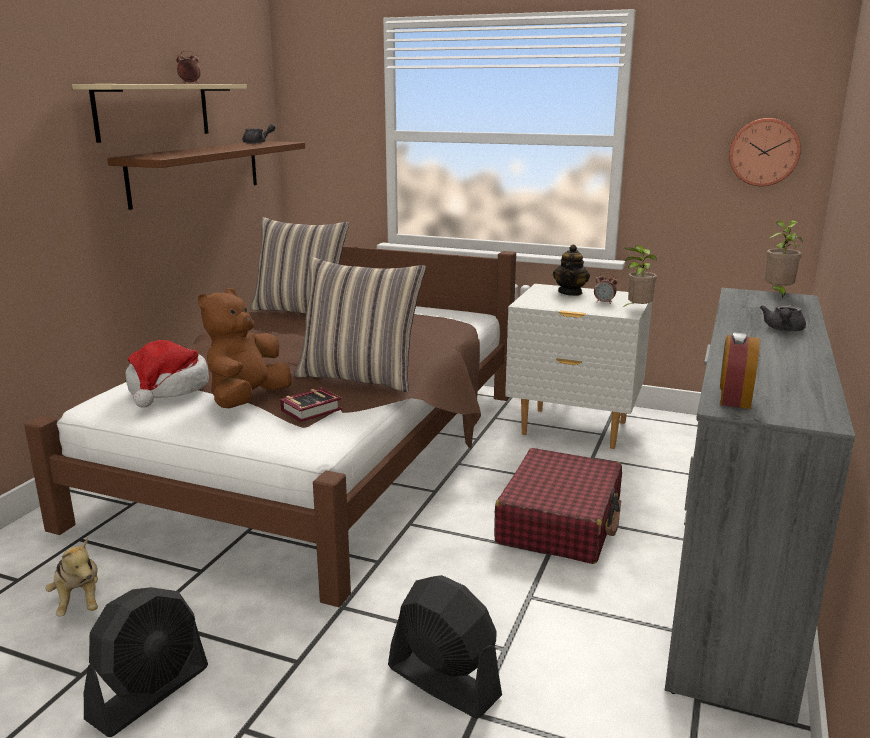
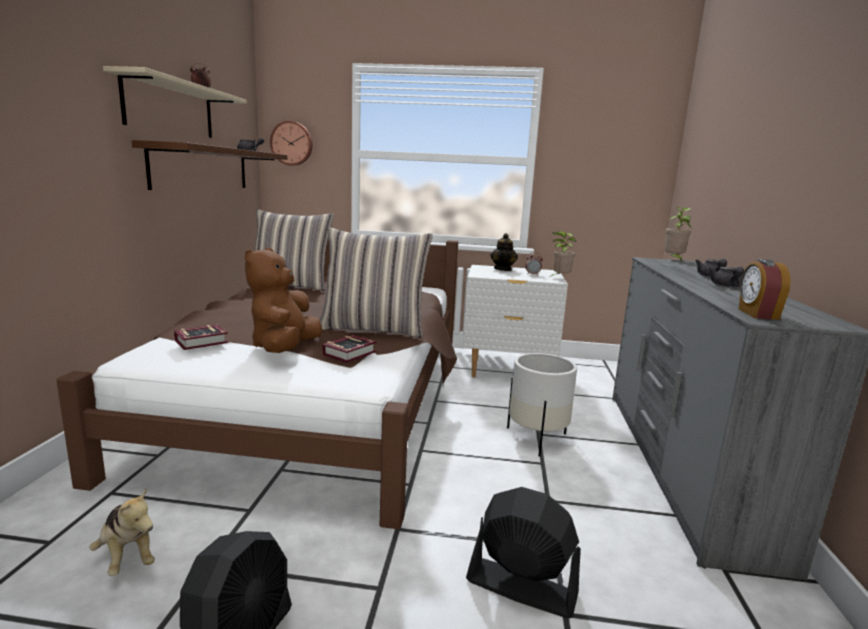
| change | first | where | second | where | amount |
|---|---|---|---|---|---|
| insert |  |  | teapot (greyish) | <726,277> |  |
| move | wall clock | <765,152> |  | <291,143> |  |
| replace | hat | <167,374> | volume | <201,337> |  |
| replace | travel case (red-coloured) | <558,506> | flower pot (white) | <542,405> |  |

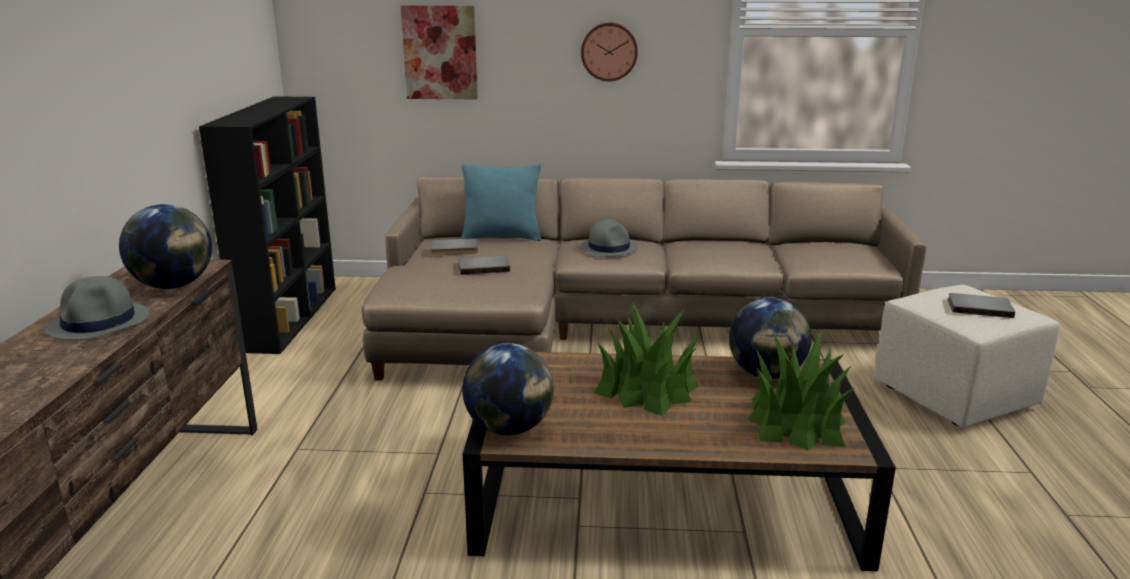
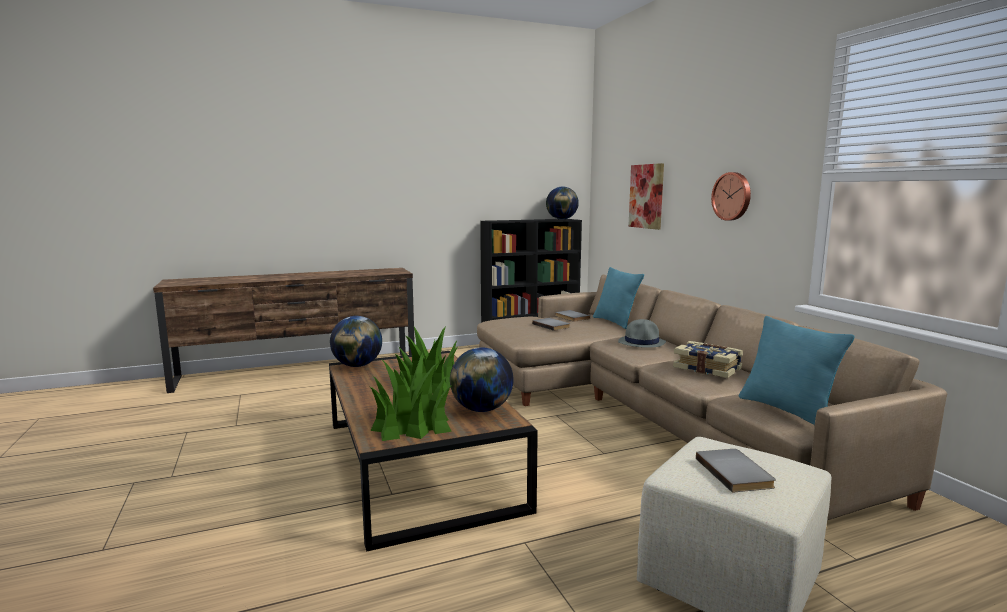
| change | first | where | second | where | amount |
|---|---|---|---|---|---|
| delete | hat (greyish) | <96,308> |  |  |  |
| insert |  |  | volume | <708,359> |  |
| insert |  |  | throw pillow (turquoise) | <796,370> |  |
| move | globe | <165,246> |  | <562,203> |  |

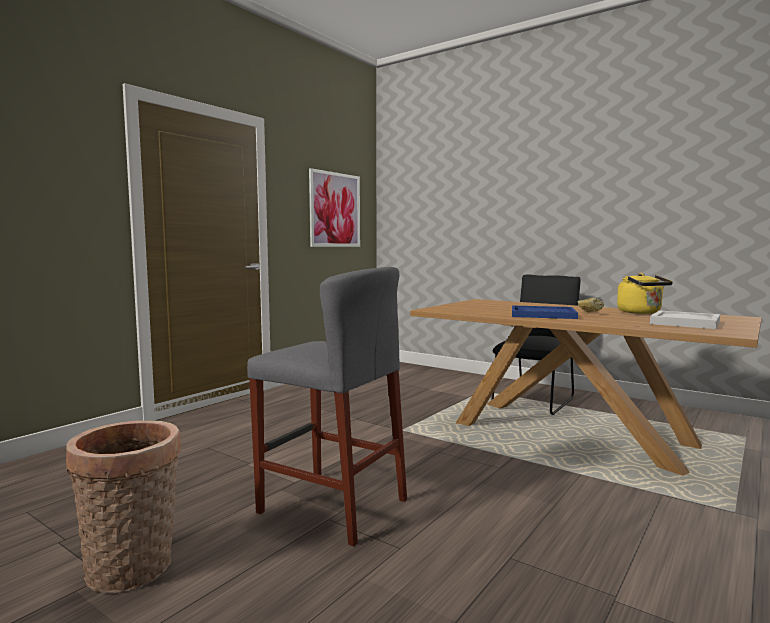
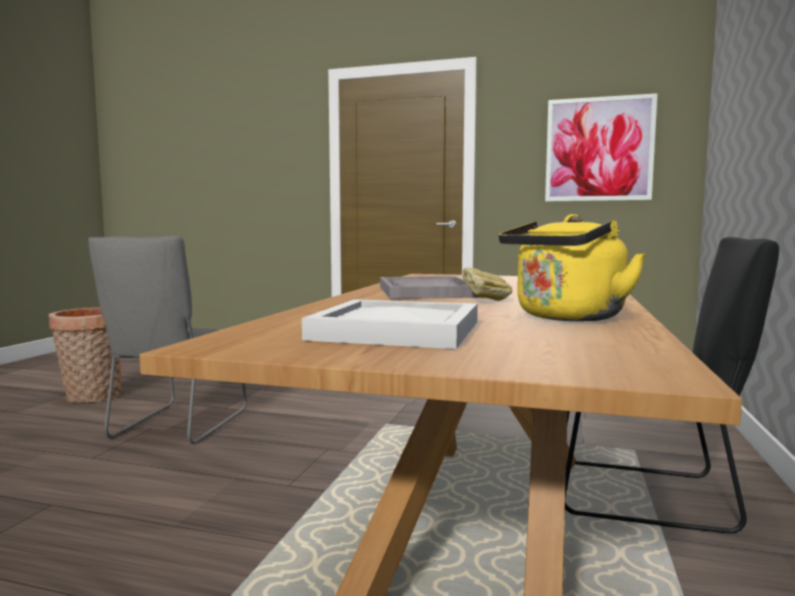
| change | first | where | second | where | amount |
|---|---|---|---|---|---|
| replace | stool (greyish) | <327,406> | upright chair (greyish) | <167,340> |  |
| recolor | tray (bluish) | <545,312> | tray (greyish) | <430,287> |  |

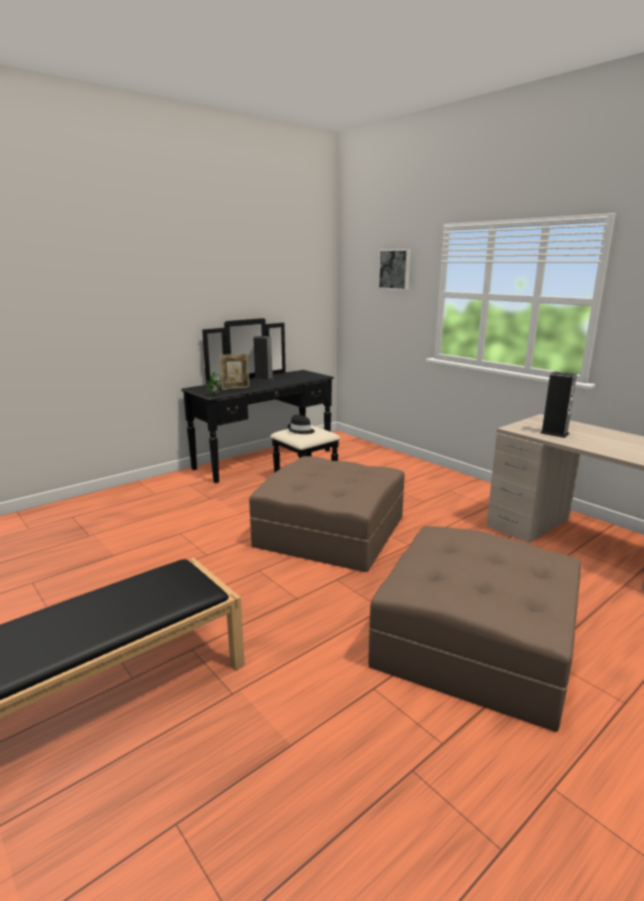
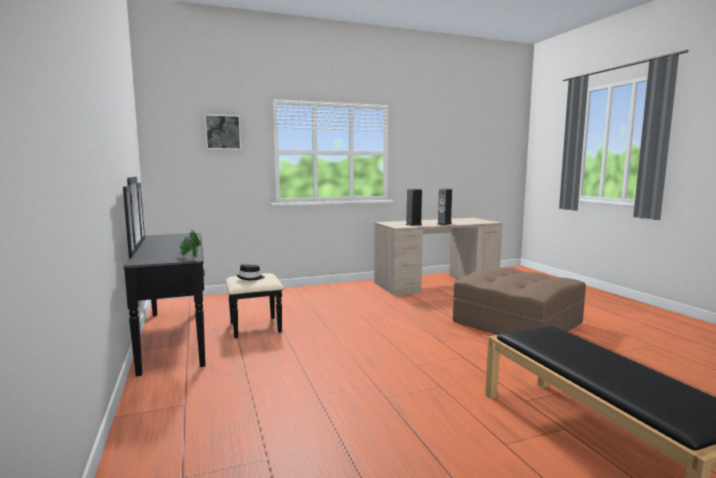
| change | first | where | second | where | amount |
|---|---|---|---|---|---|
| delete | standing frame | <234,372> |  |  |  |
| delete | ottoman (brown-coloured) | <327,514> |  |  |  |
| move | audio speaker | <263,358> |  | <444,207> |  |

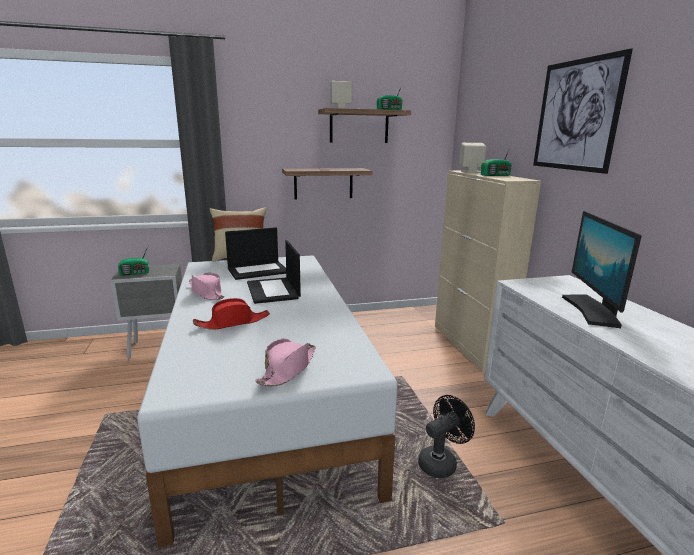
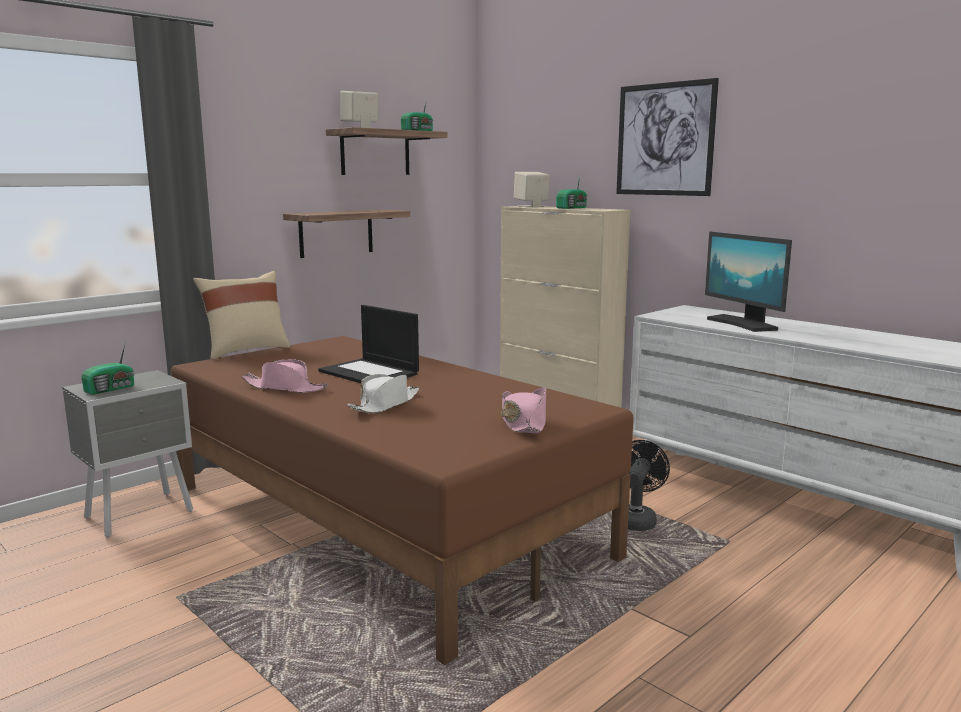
| change | first | where | second | where | amount |
|---|---|---|---|---|---|
| delete | notebook computer | <255,254> |  |  |  |
| recolor | sleeping bed (white) | <268,401> | sleeping bed (brown-coloured) | <402,500> |  |
| recolor | hat (red-coloured) | <231,314> | hat (white) | <383,393> |  |

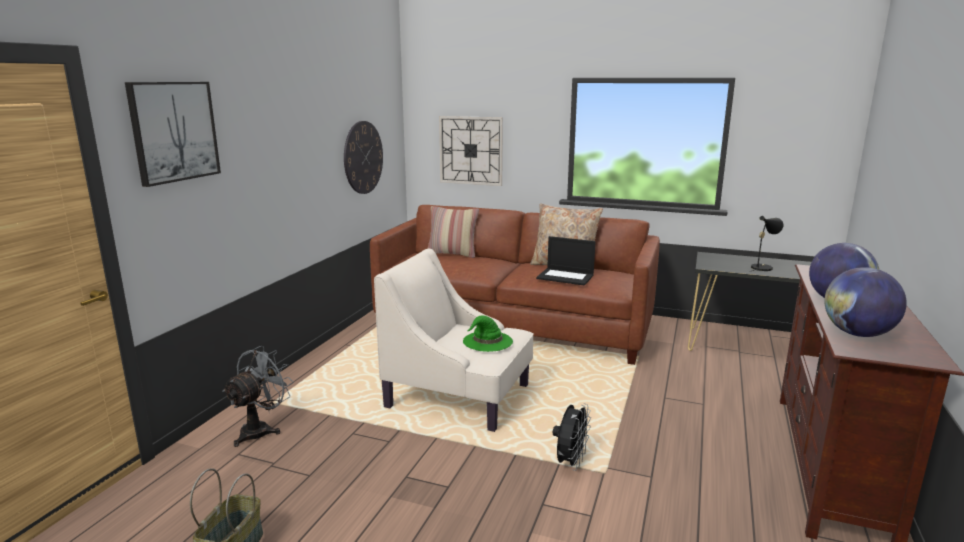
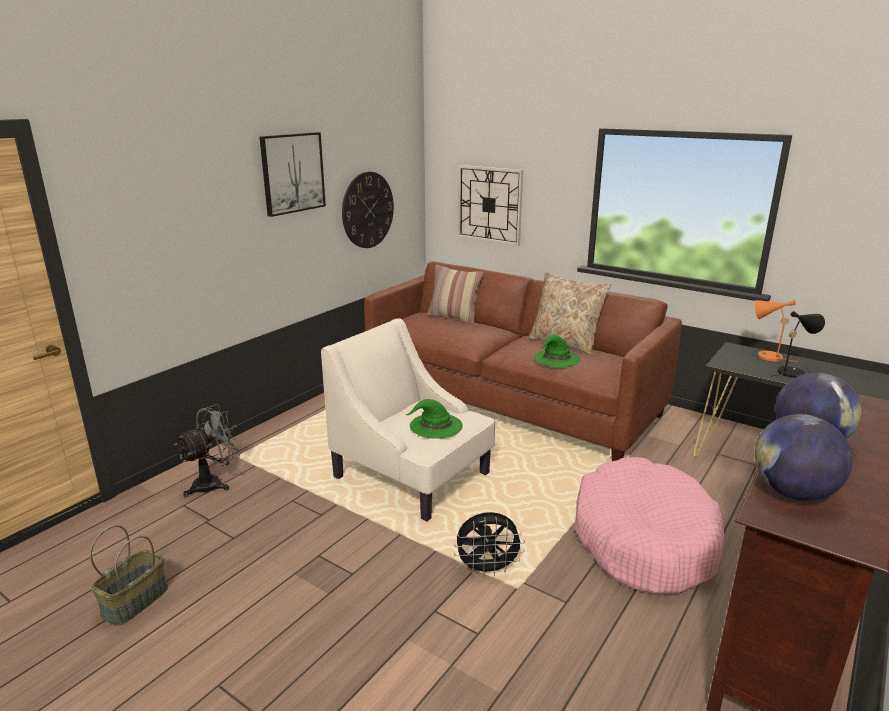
| change | first | where | second | where | amount |
|---|---|---|---|---|---|
| insert |  |  | pet bed (pink-coloured) | <649,526> |  |
| insert |  |  | lamp for a table (orange-coloured) | <775,331> |  |
| move | picture | <173,134> |  | <292,174> |  |
| replace | notebook computer | <565,261> | hat (green-coloured) | <557,351> |  |
| rotate | cooling fan (blackish) | <572,437> |  | <489,544> | 45 degrees clockwise |

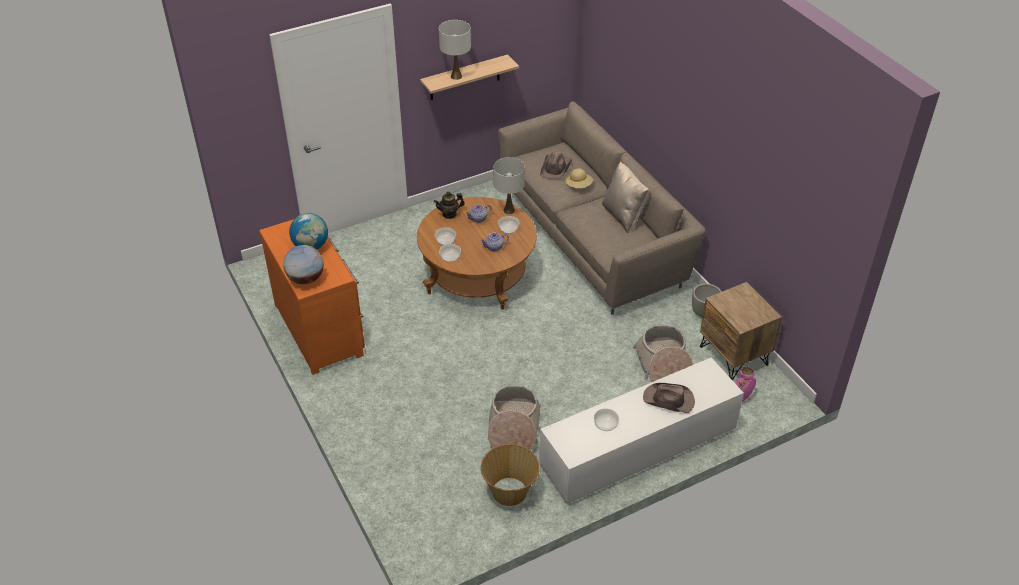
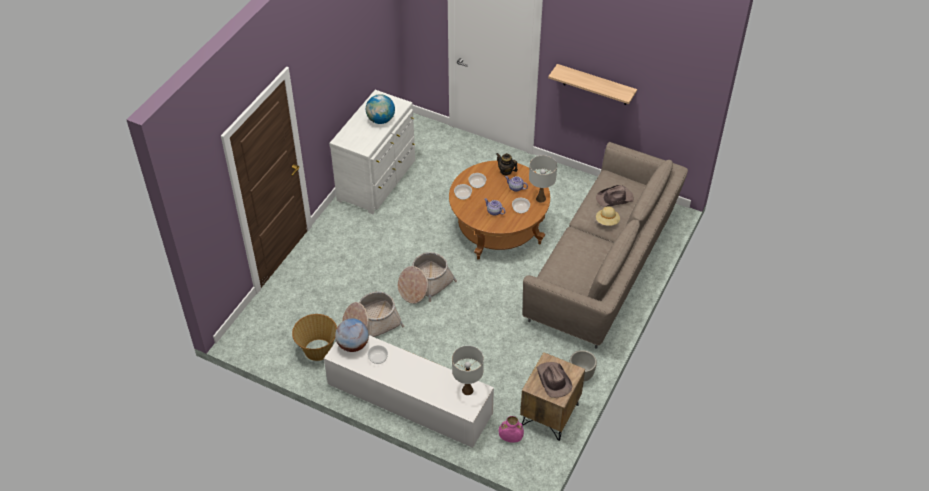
| change | first | where | second | where | amount |
|---|---|---|---|---|---|
| delete | throw pillow (beige) | <625,197> |  |  |  |
| move | globe | <303,264> |  | <352,335> |  |
| move | lamp for a table (white) | <455,50> |  | <468,370> |  |
| move | basket | <663,353> |  | <427,278> |  |
| move | hat (brown-coloured) | <669,398> |  | <554,380> |  |
| recolor | drawer chest (orange-coloured) | <312,297> | drawer chest (white) | <372,152> |  |

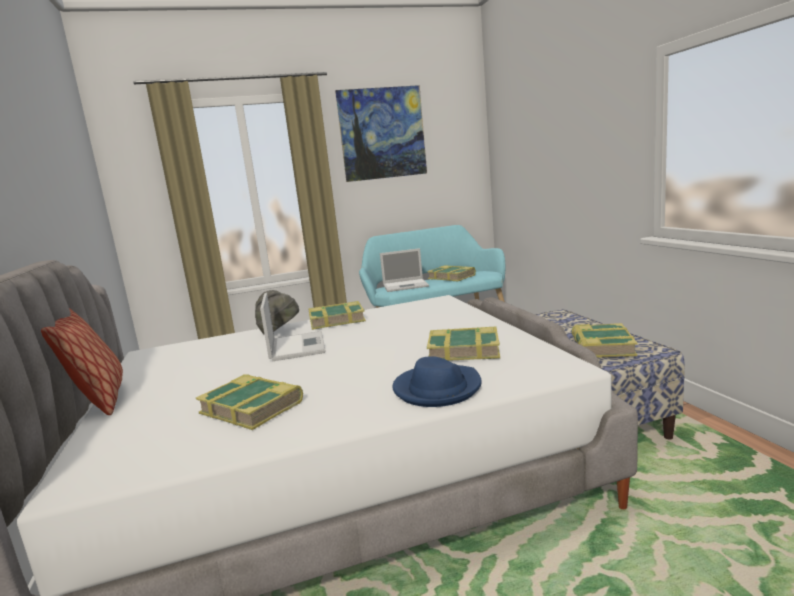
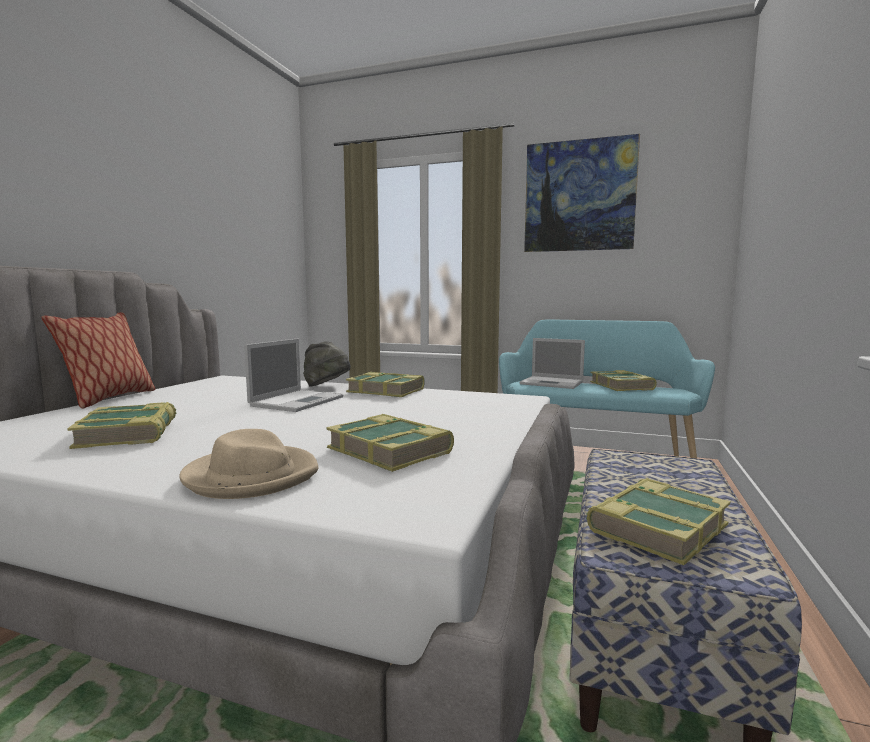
| change | first | where | second | where | amount |
|---|---|---|---|---|---|
| recolor | hat (bluish) | <437,381> | hat (beige) | <248,464> |  |

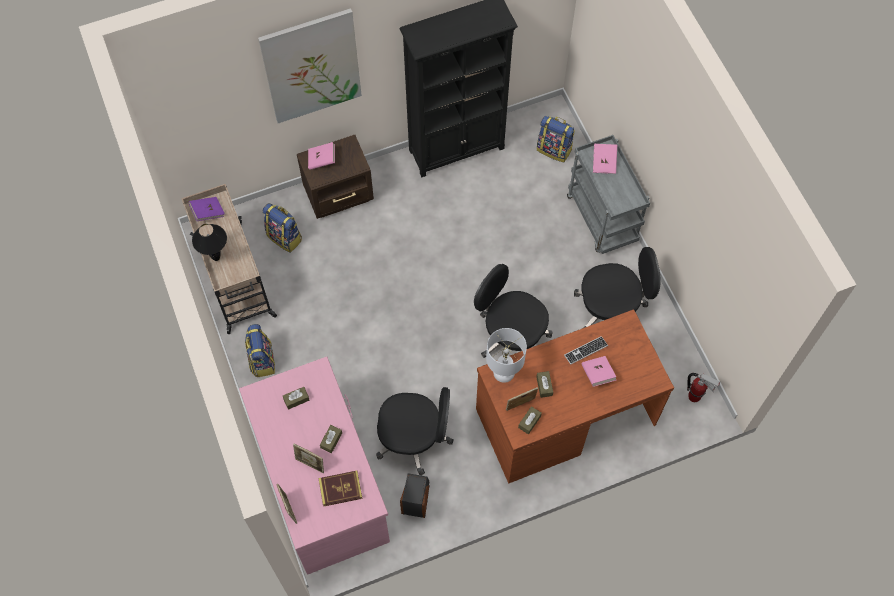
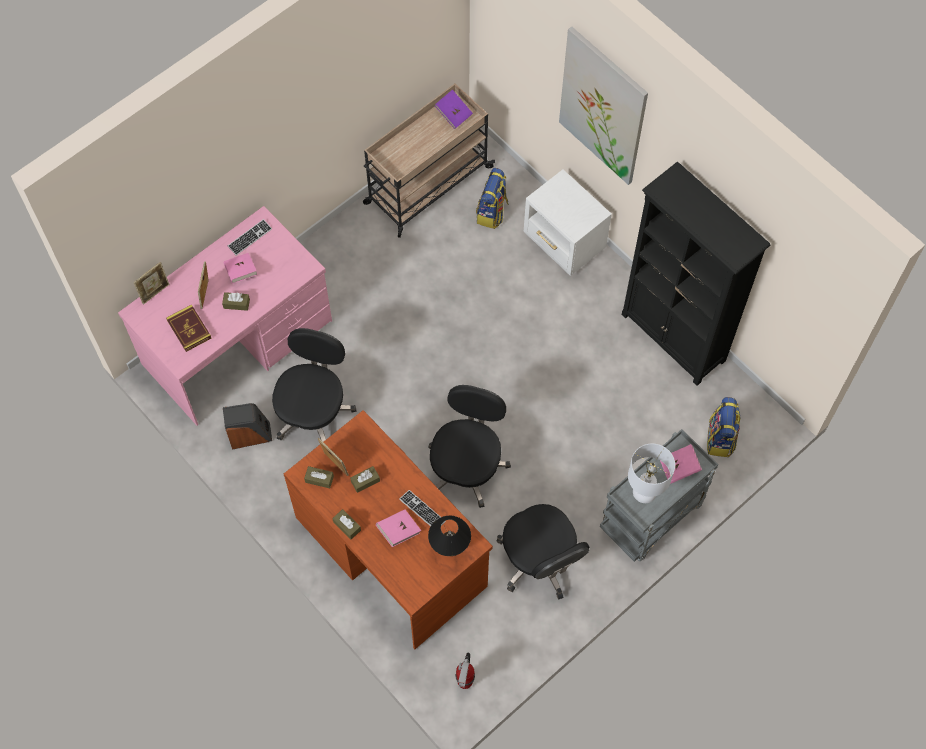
| change | first | where | second | where | amount |
|---|---|---|---|---|---|
| delete | backpack | <260,350> |  |  |  |
| insert |  |  | keyboard | <250,237> |  |
| move | lamp for a table (blackish) | <209,242> |  | <449,536> |  |
| move | tissue box (brown-coloured) | <296,398> |  | <346,524> |  |
| move | volume (pink-coloured) | <321,156> |  | <241,268> |  |
| move | lamp for a table (white) | <506,355> |  | <651,473> |  |
| recolor | night table (brown-coloured) | <335,177> | night table (white) | <568,223> |  |
| rotate | computer chair (blackish) | <415,431> |  | <314,385> | 150 degrees counterclockwise |

